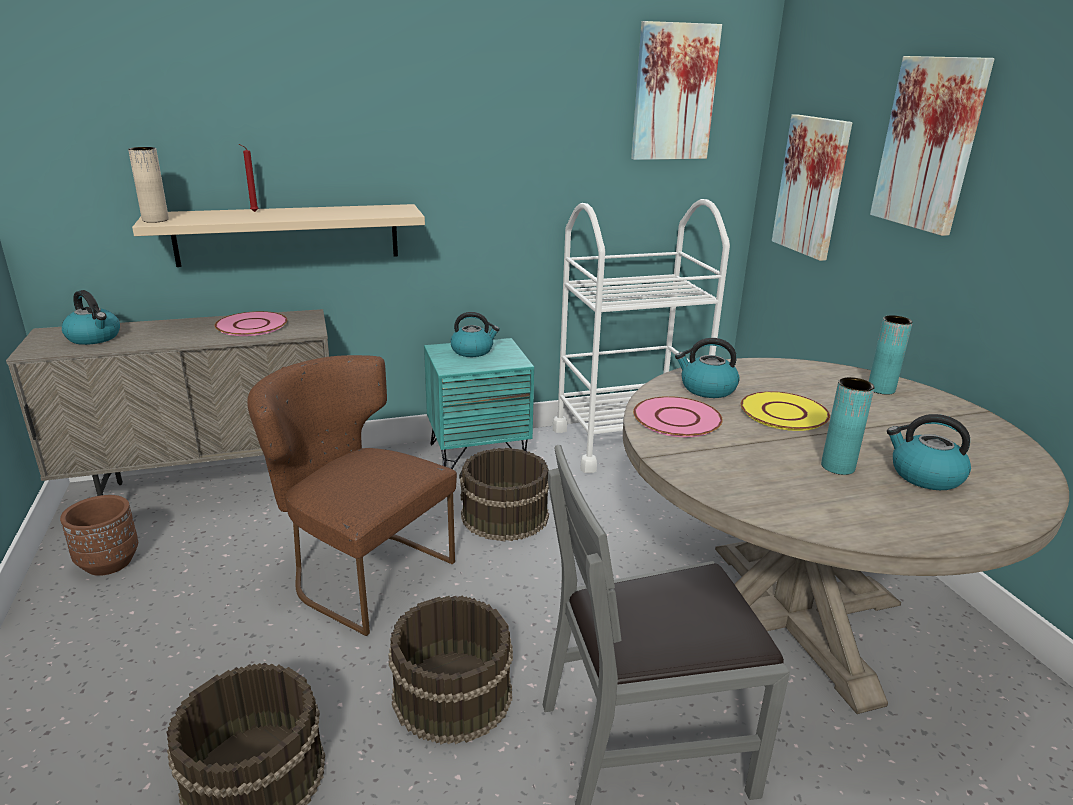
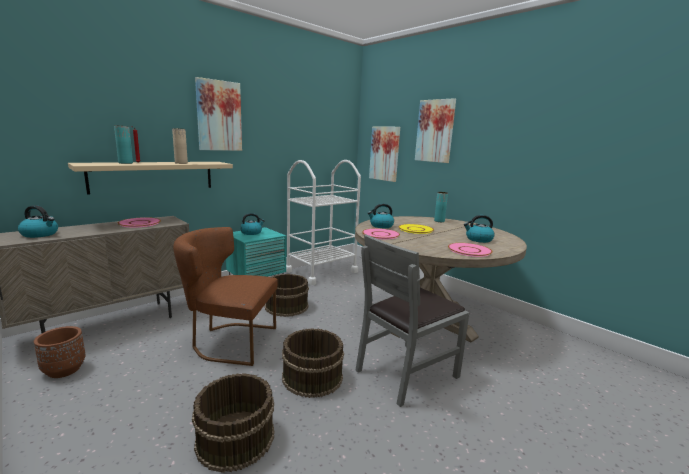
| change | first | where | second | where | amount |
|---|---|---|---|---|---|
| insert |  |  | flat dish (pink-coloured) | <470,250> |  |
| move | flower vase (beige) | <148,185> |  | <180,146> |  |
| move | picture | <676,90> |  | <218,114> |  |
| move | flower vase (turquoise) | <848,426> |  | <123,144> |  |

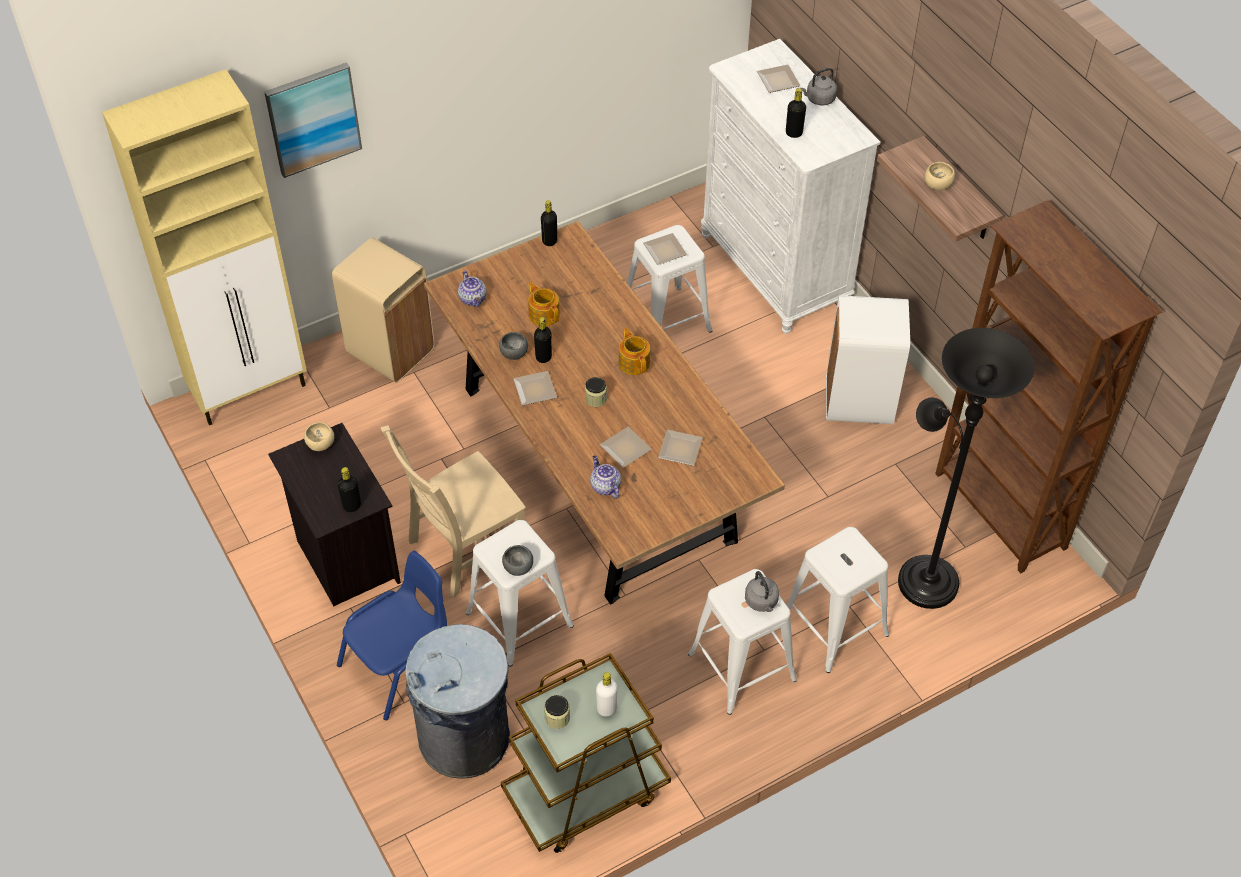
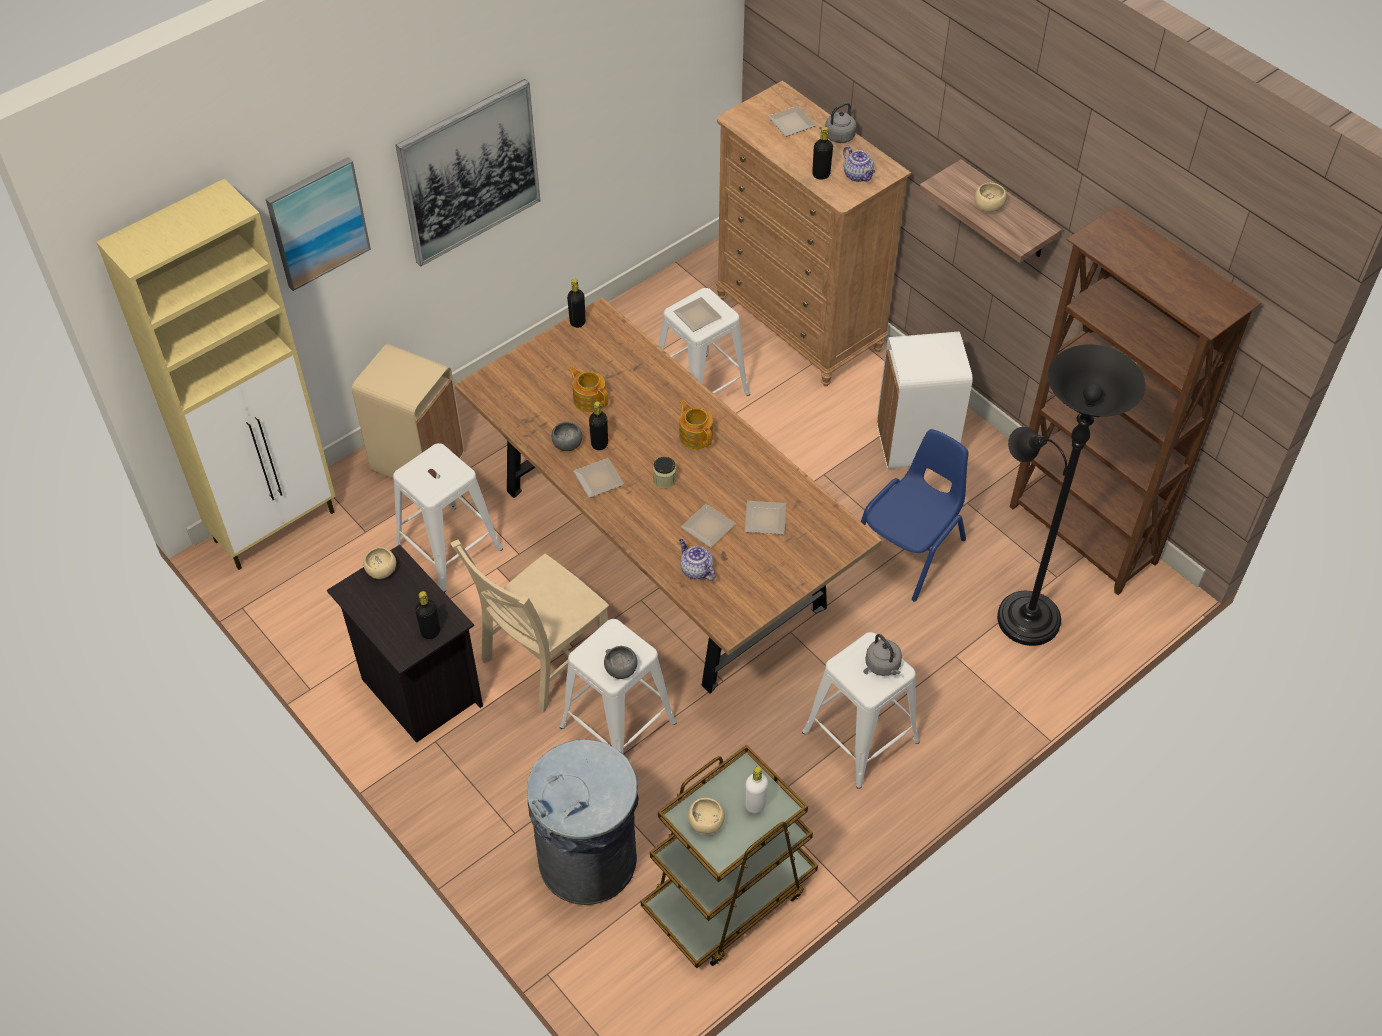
| change | first | where | second | where | amount |
|---|---|---|---|---|---|
| insert |  |  | picture | <468,173> |  |
| move | upright chair (bluish) | <392,635> |  | <914,515> |  |
| move | teapot | <472,289> |  | <859,164> |  |
| move | stool (white) | <838,600> |  | <448,518> |  |
| replace | preserve jar | <557,712> | deep dish (beige) | <706,815> |  |
| recolor | drawer chest (white) | <790,186> | drawer chest (brown-coloured) | <813,234> |  |

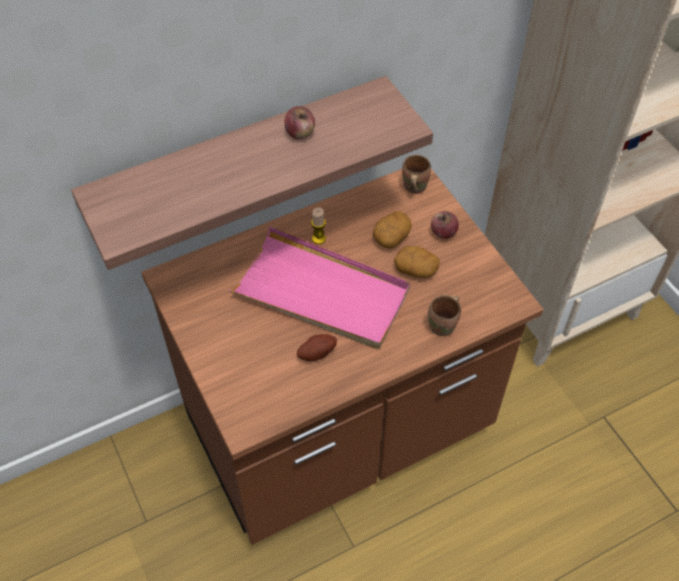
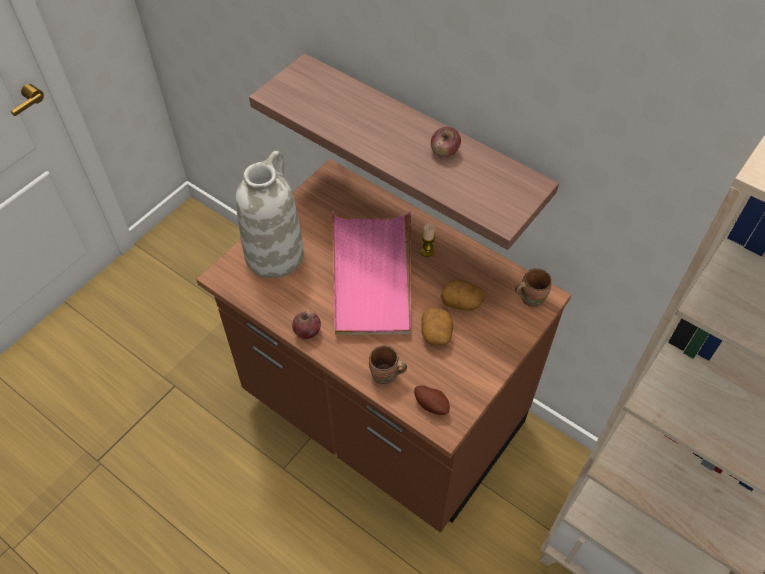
| change | first | where | second | where | amount |
|---|---|---|---|---|---|
| insert |  |  | flower vase (white) | <270,214> |  |
| move | potato | <317,347> |  | <432,400> |  |
| move | apple fruit | <445,225> |  | <306,325> |  |

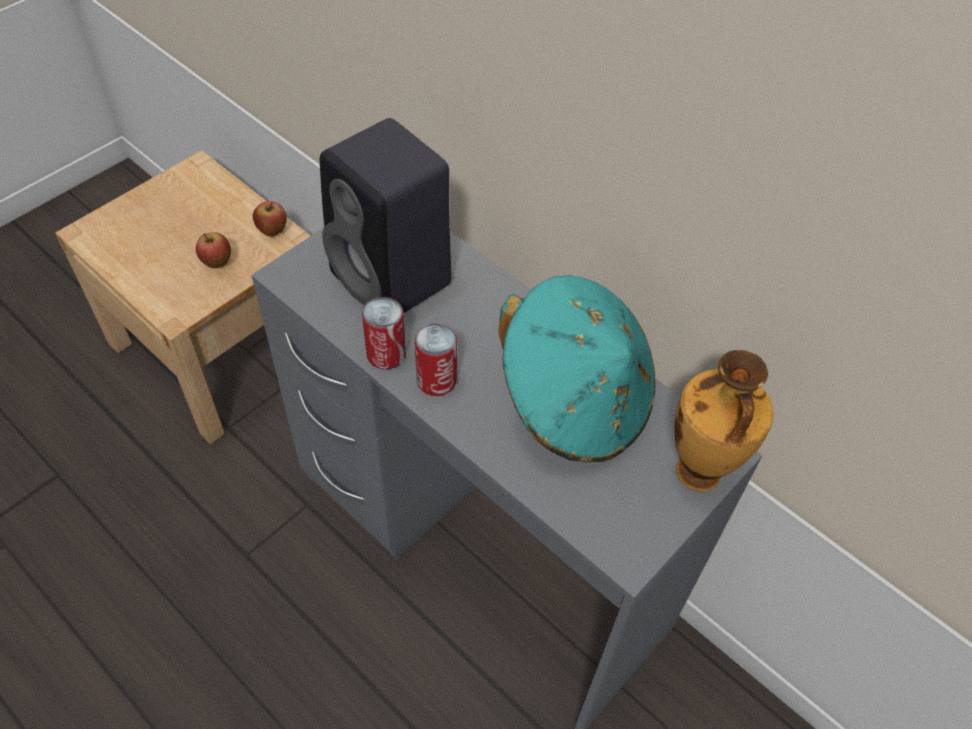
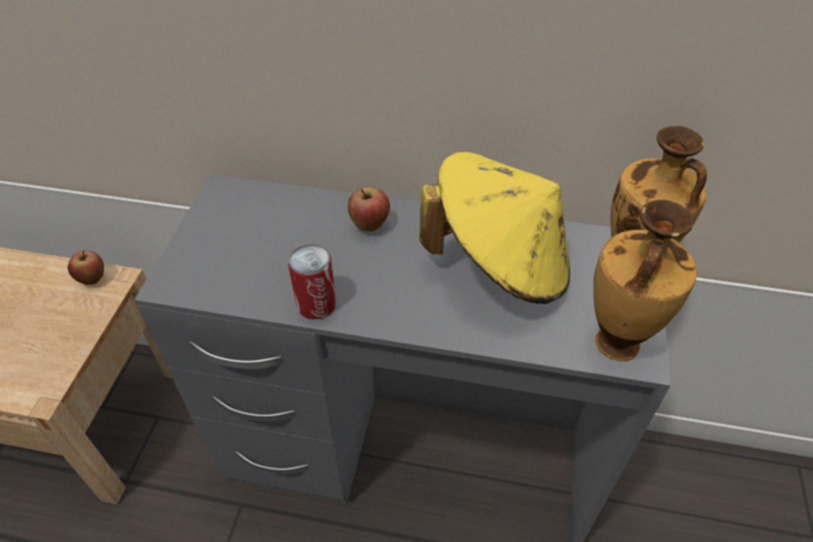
| change | first | where | second | where | amount |
|---|---|---|---|---|---|
| delete | audio speaker (blackish) | <386,216> |  |  |  |
| delete | metal can | <436,359> |  |  |  |
| insert |  |  | flower vase | <645,280> |  |
| move | apple fruit | <213,250> |  | <369,209> |  |
| recolor | hat (turquoise) | <576,368> | hat (yellow-coloured) | <494,228> |  |

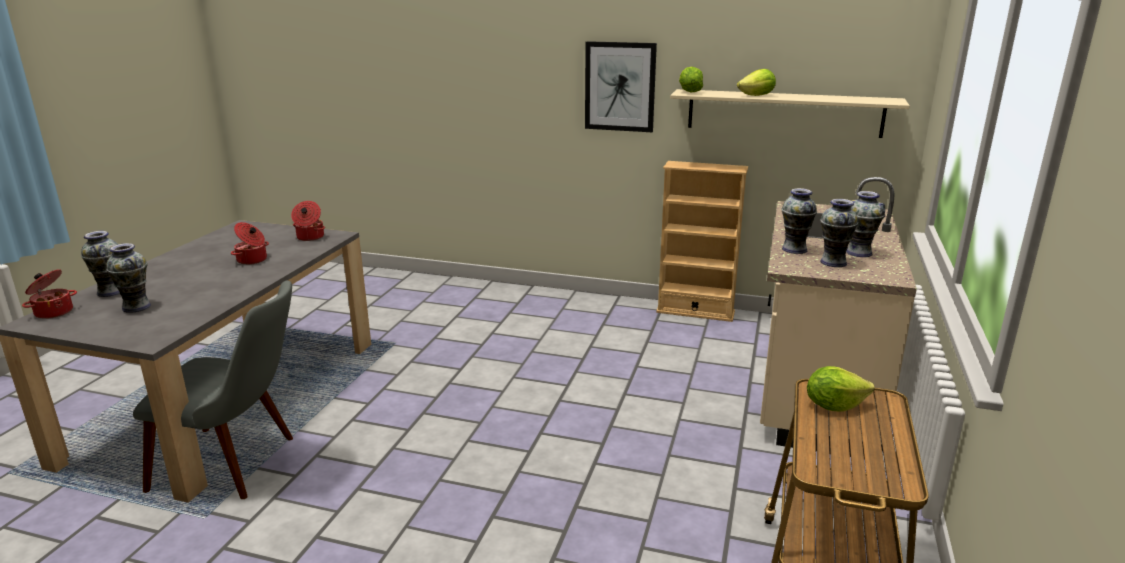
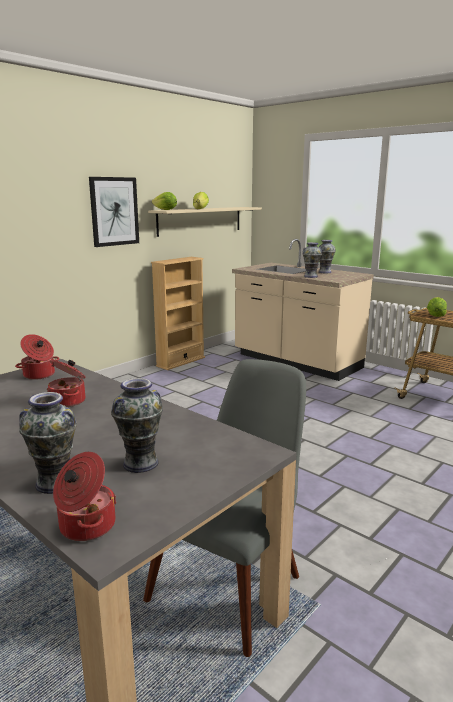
| change | first | where | second | where | amount |
|---|---|---|---|---|---|
| delete | flower vase | <839,233> |  |  |  |

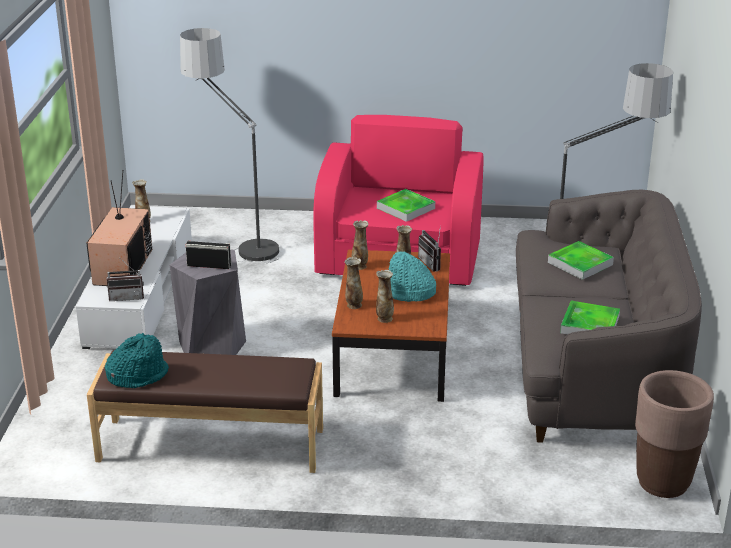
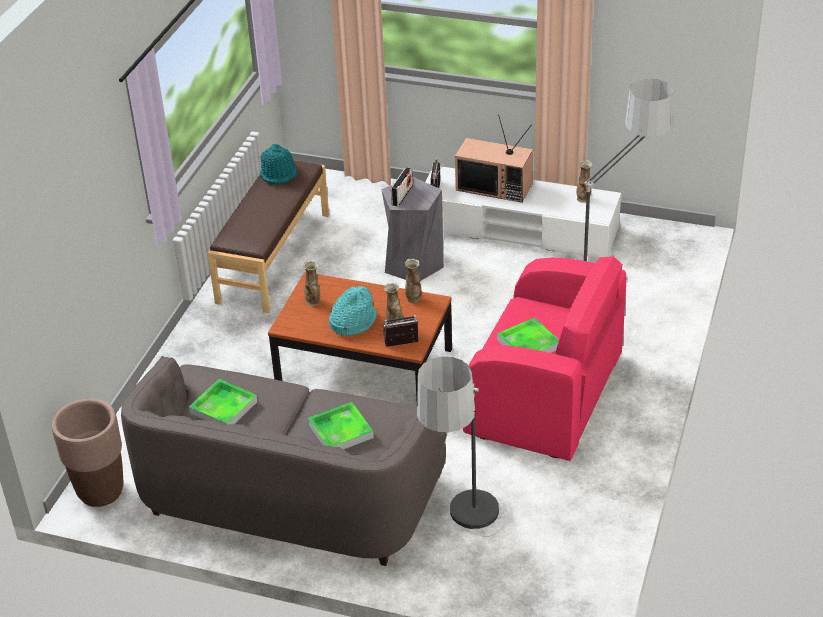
| change | first | where | second | where | amount |
|---|---|---|---|---|---|
| delete | flower vase | <353,283> |  |  |  |

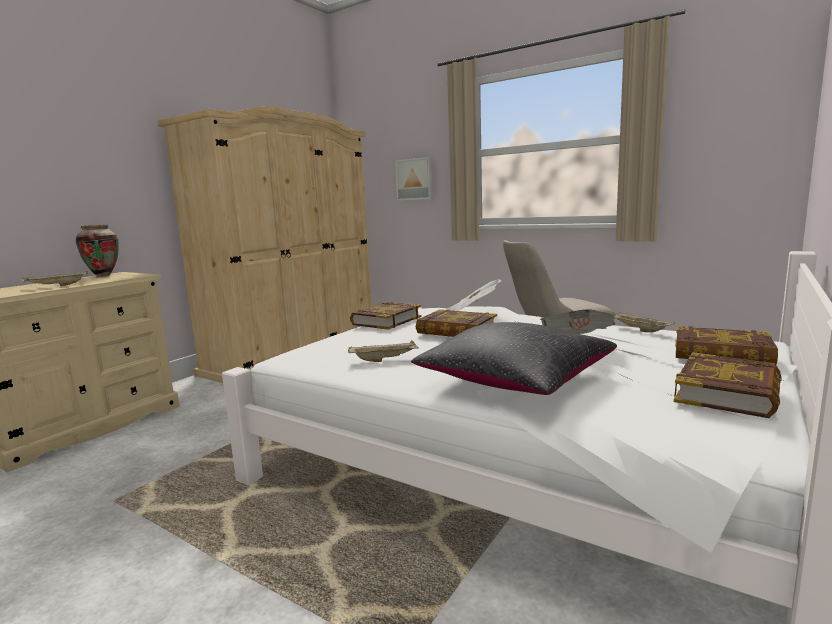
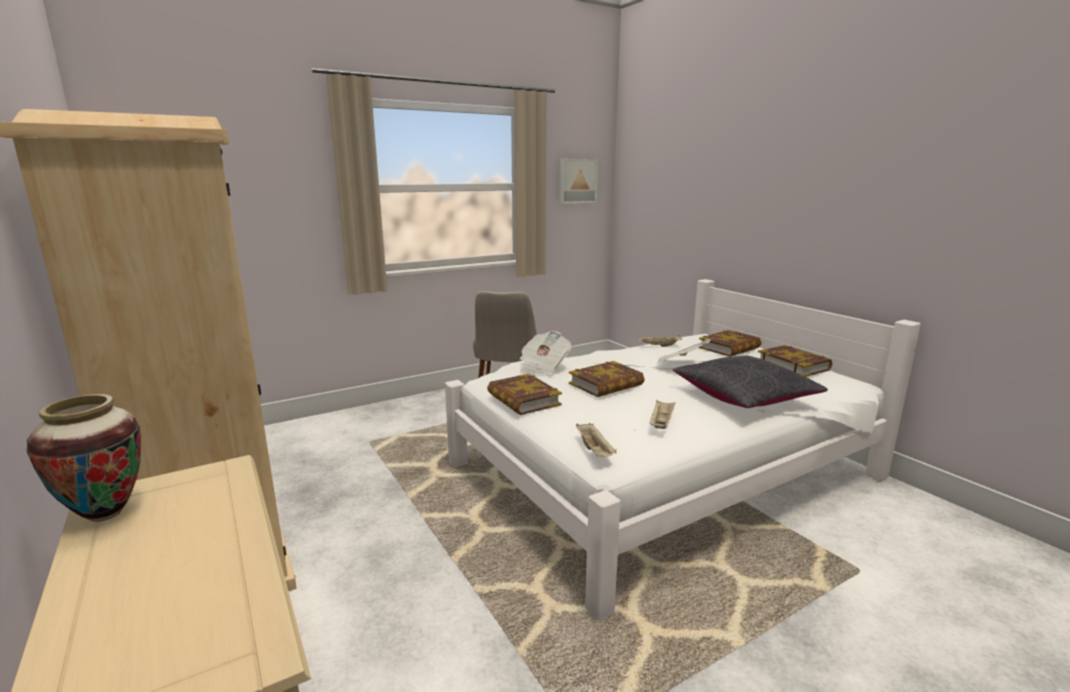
| change | first | where | second | where | amount |
|---|---|---|---|---|---|
| move | tray (beige) | <54,278> |  | <596,440> |  |
| move | picture | <414,179> |  | <578,181> |  |

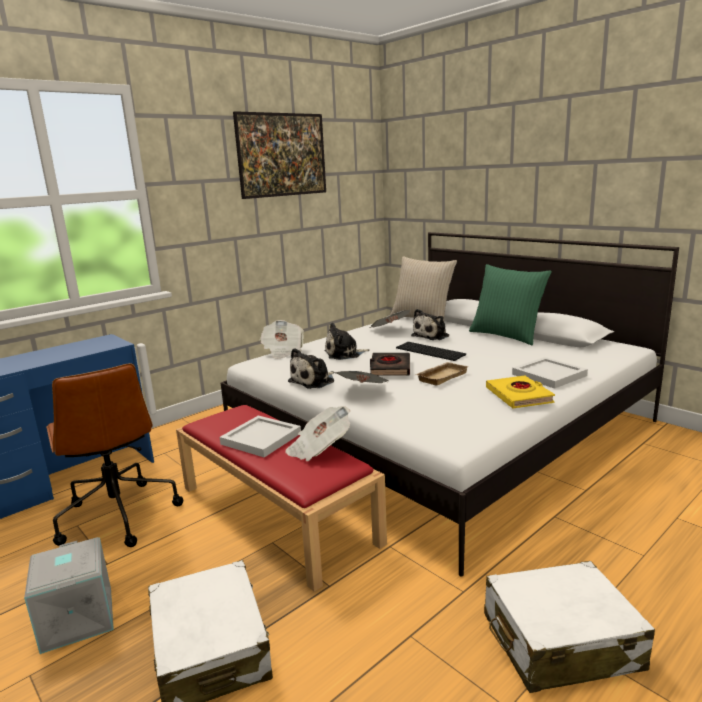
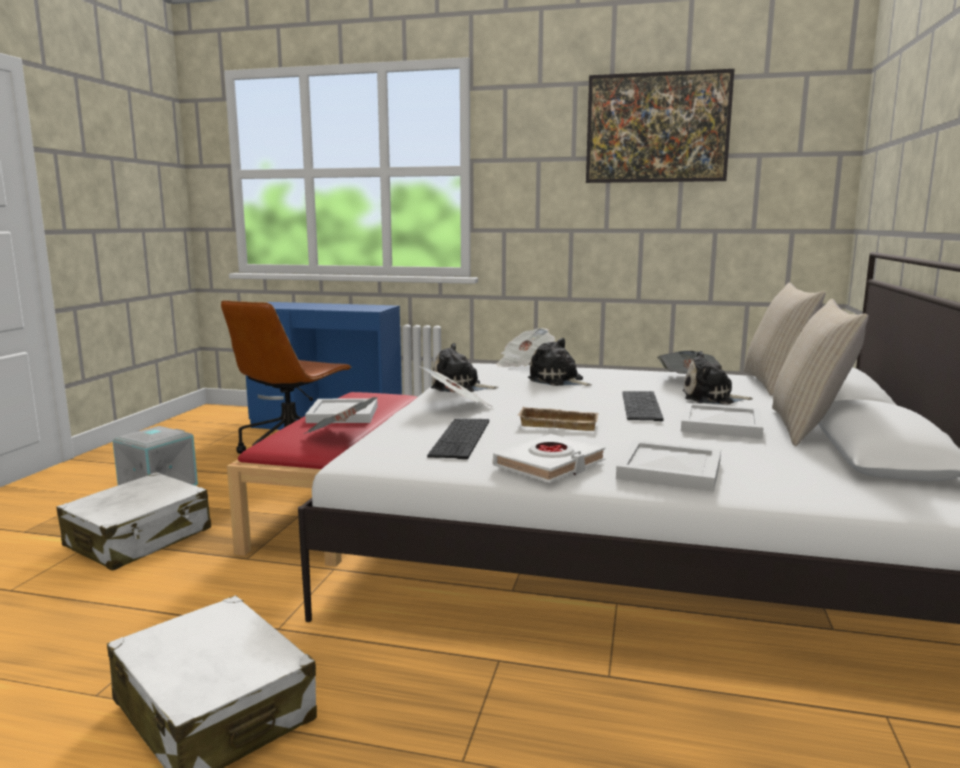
| change | first | where | second | where | amount |
|---|---|---|---|---|---|
| delete | volume (blackish) | <390,364> |  |  |  |
| insert |  |  | keyboard | <458,438> |  |
| insert |  |  | tray (white) | <722,421> |  |
| recolor | throw pillow (green-coloured) | <510,305> | throw pillow (beige) | <820,372> |  |
| recolor | volume (yellow-coloured) | <520,391> | volume (white) | <549,458> |  |

